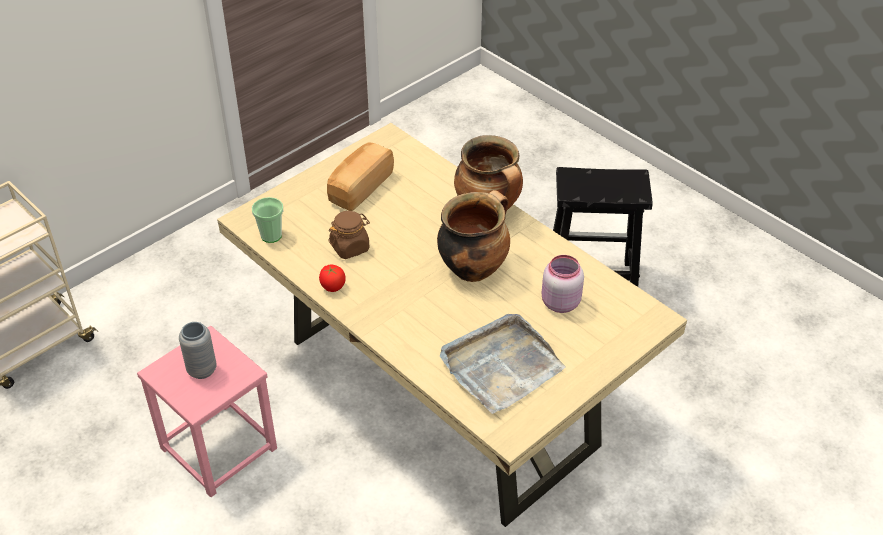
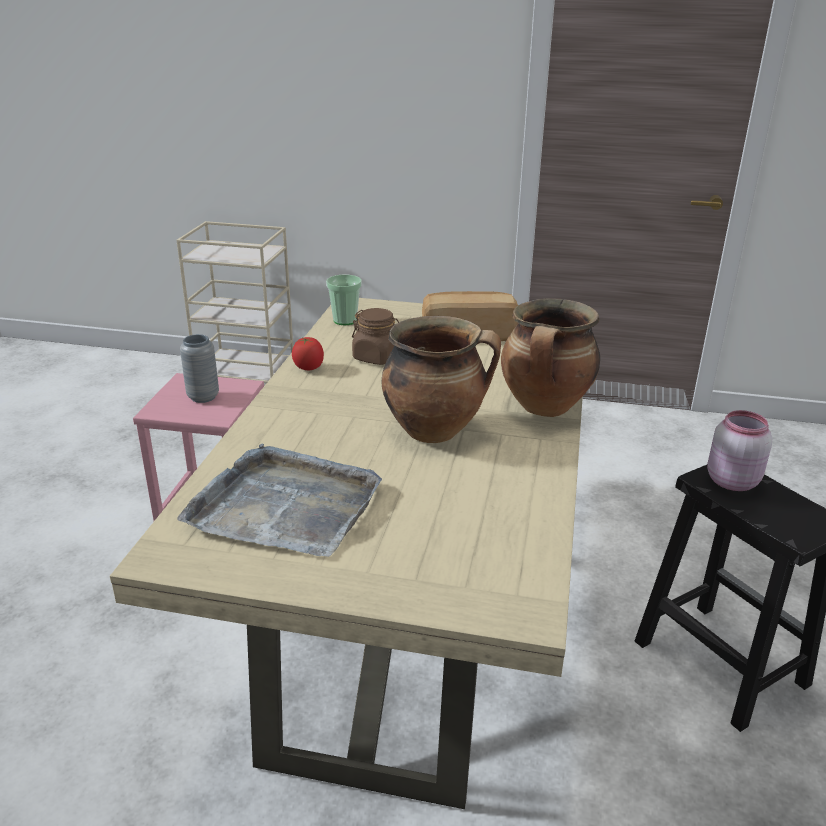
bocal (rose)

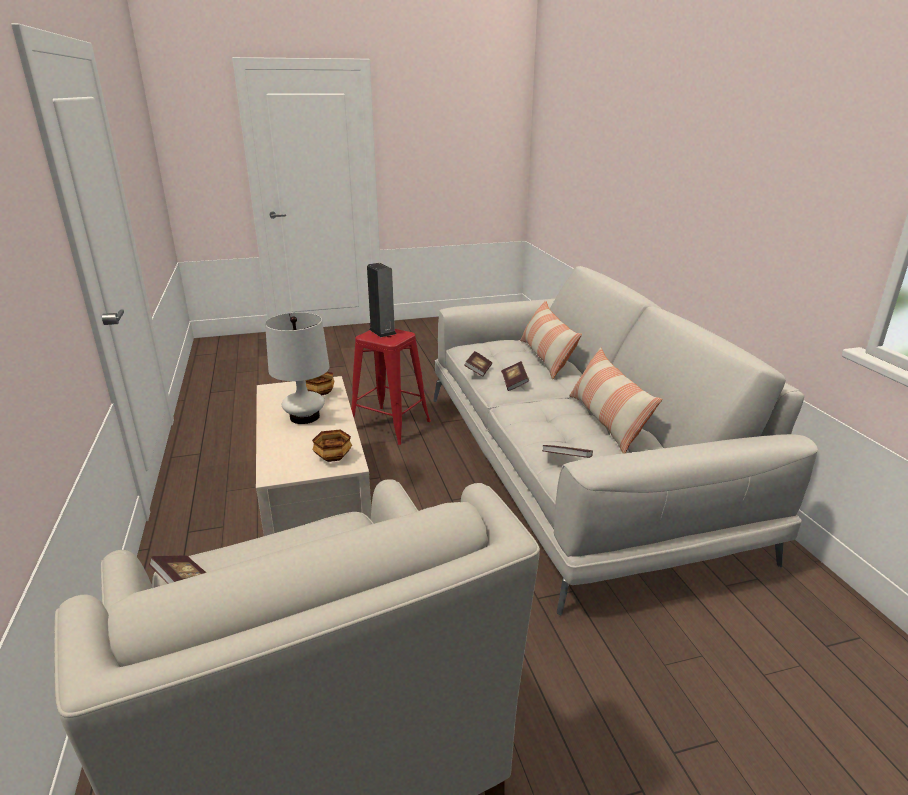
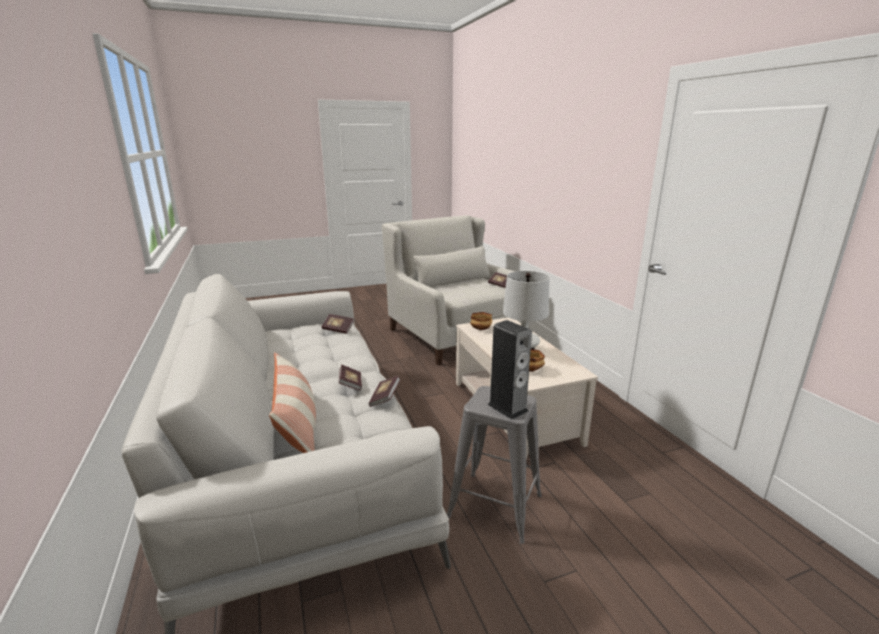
coussin (2nd from left in the first image)
tabouret (gris)

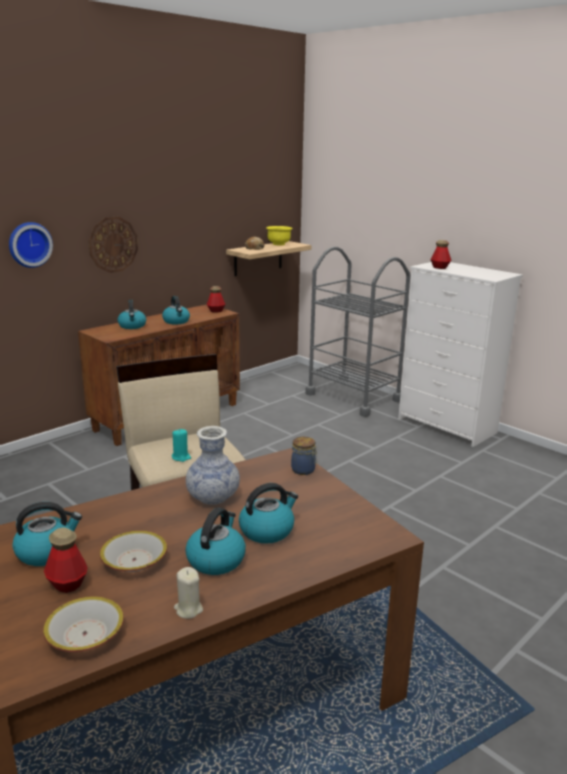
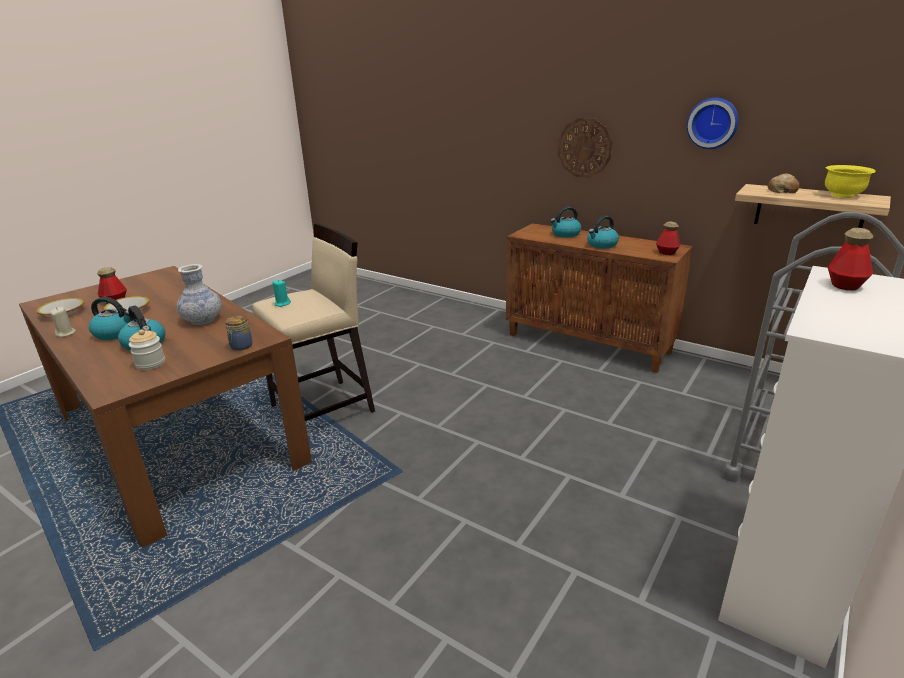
bouilloire (1st from left in the first image)
bocal (1st from left)
horloge murale (2nd from left)

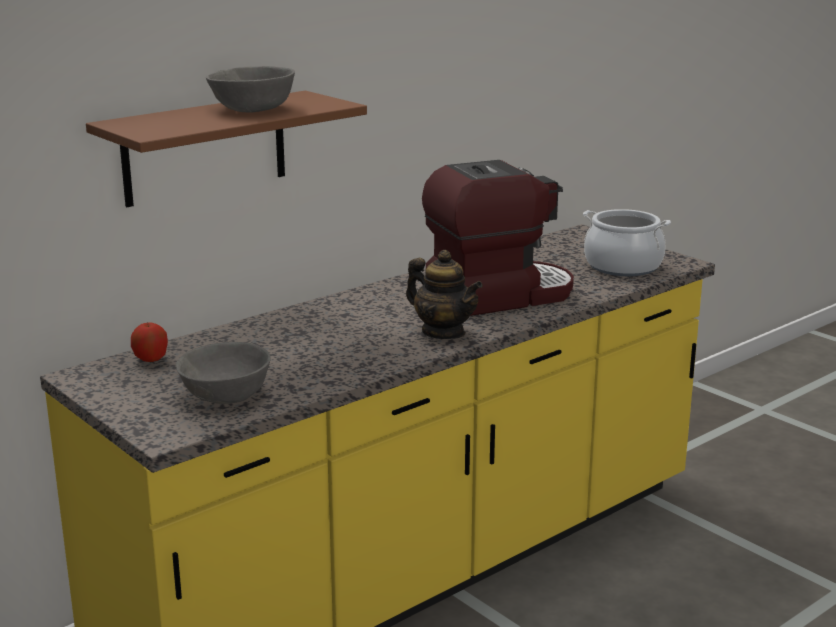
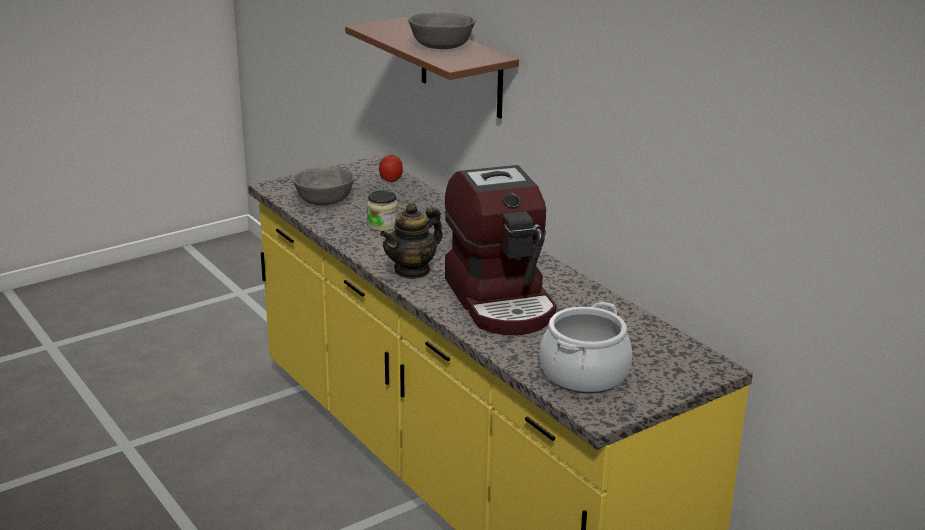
bocal

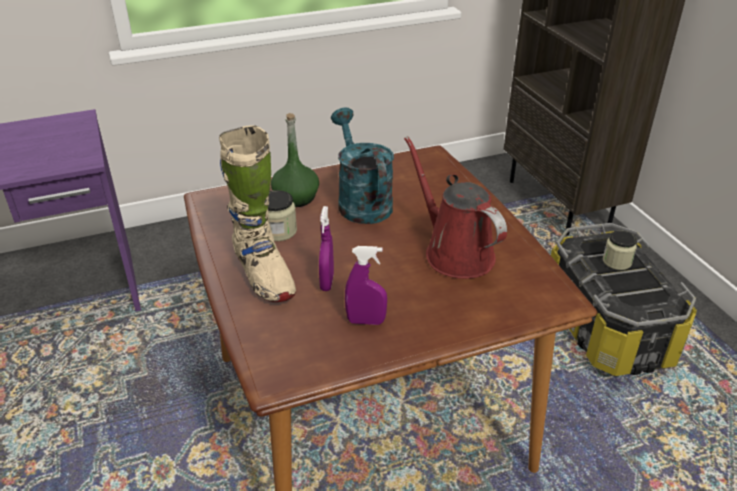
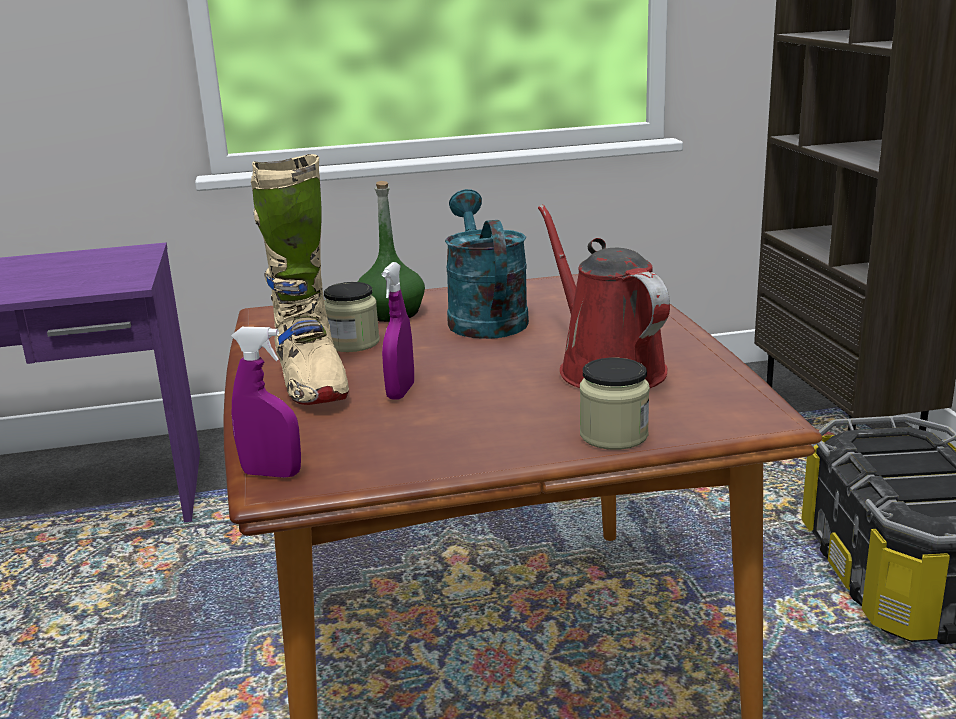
vaporisateur (violet) (1st from left)
bocal (2nd from left)

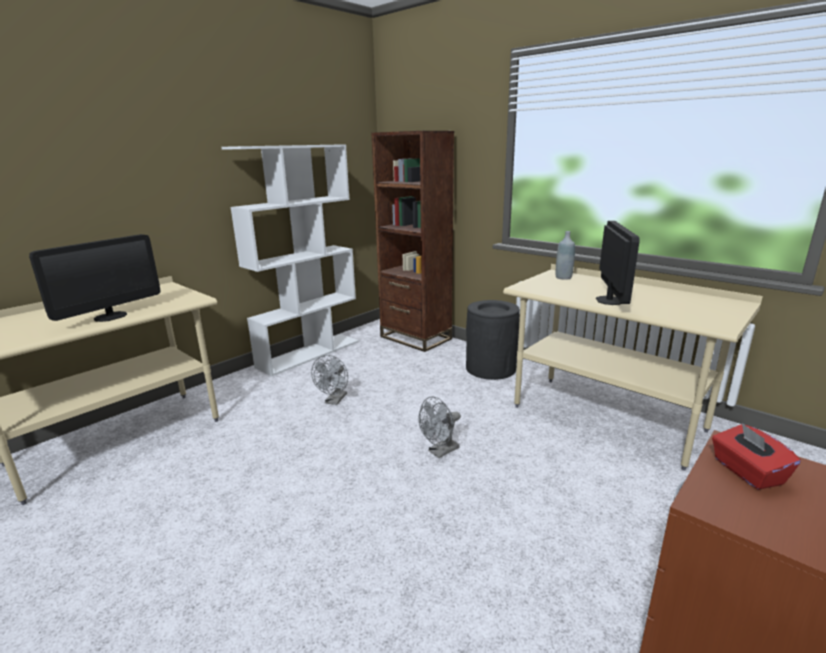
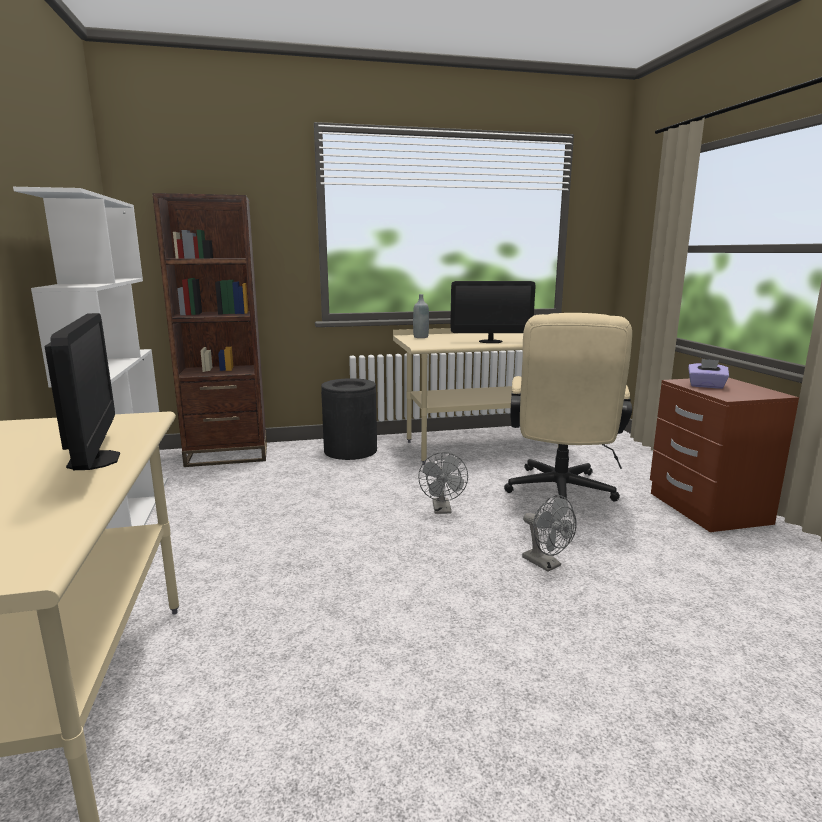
chaise de bureau (beige)
ventilateur (gris) (2nd from left)
boîte à mouchoirs (violet)
écran d'ordinateur (2nd from left)

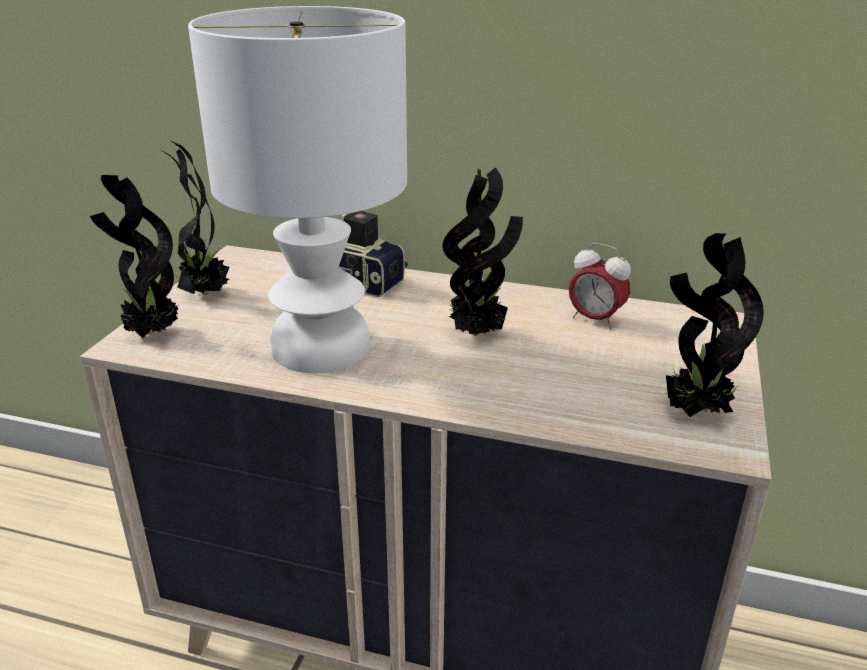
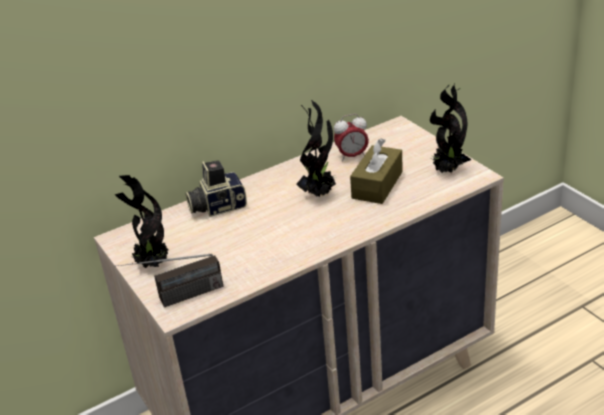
lampe de table (blanc)
boîte à mouchoirs (marron)
radio

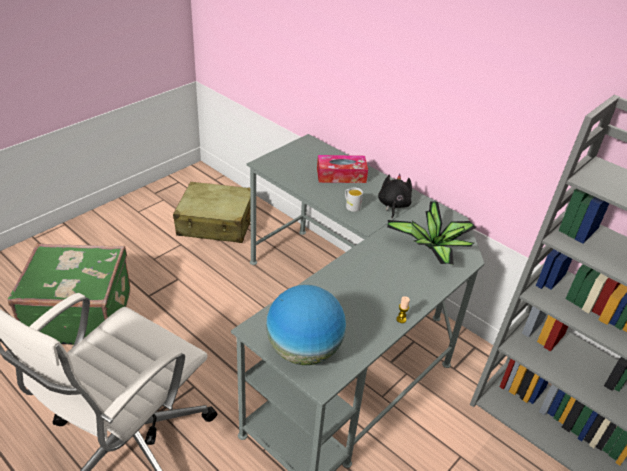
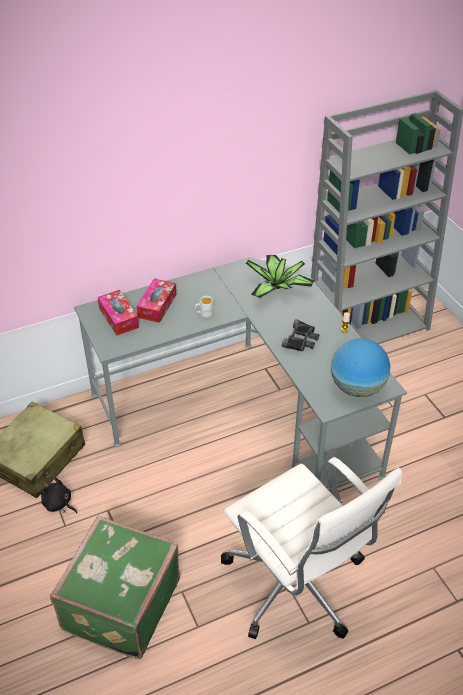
boîte à mouchoirs (1st from left)
jumelles (noir)
peluche (noir)

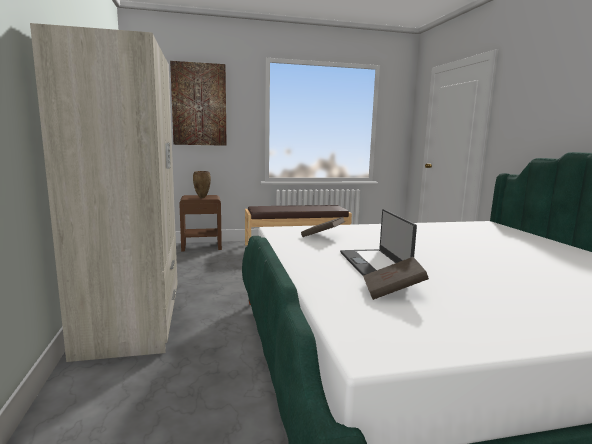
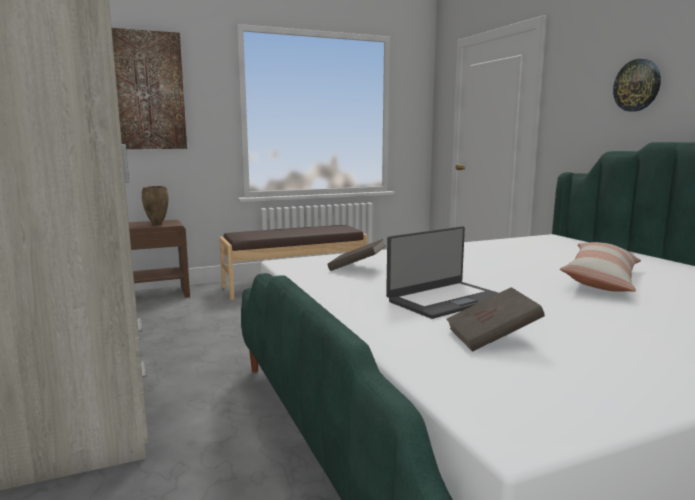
coussin
horloge murale
ordinateur portable

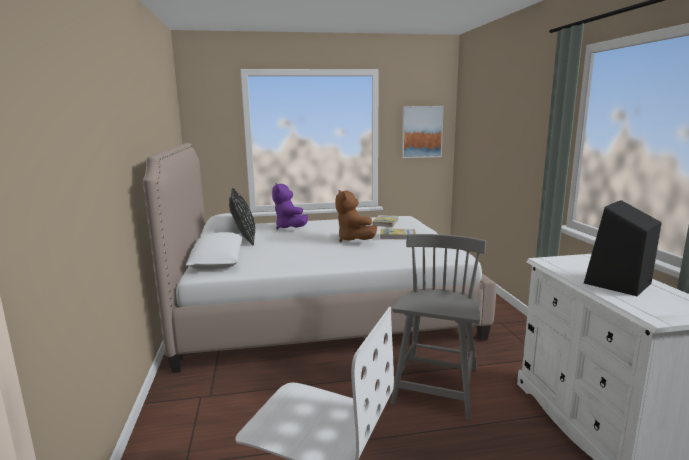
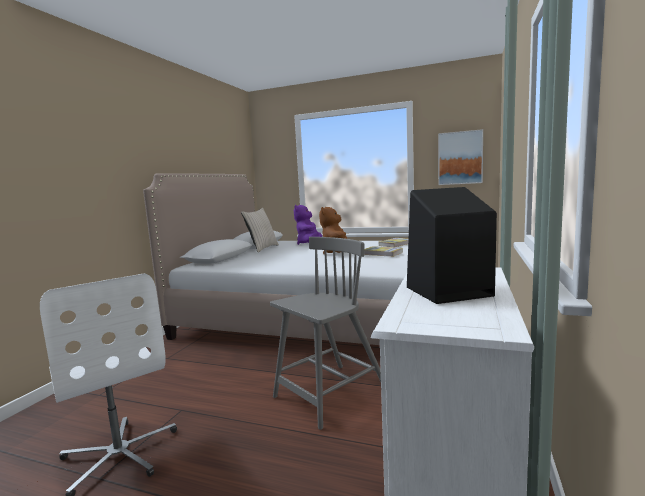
coussin (beige)

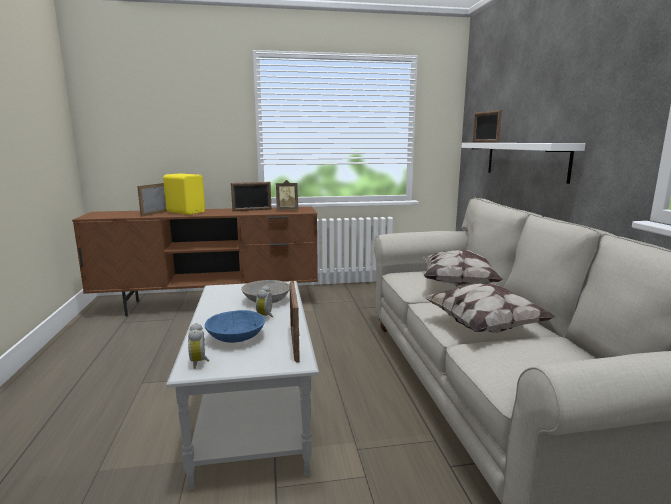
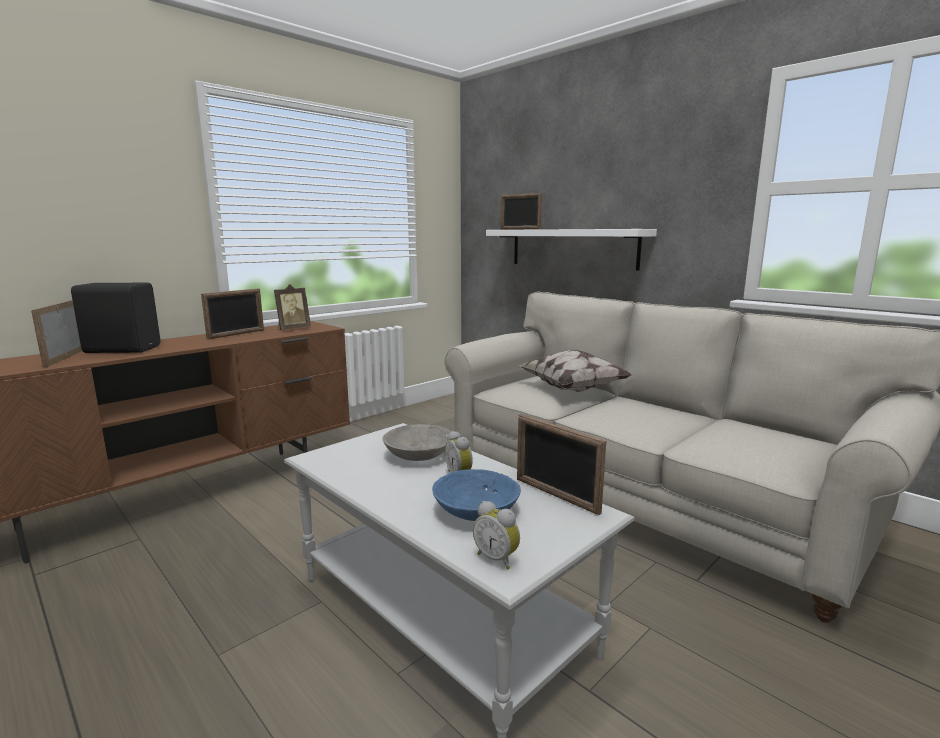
coussin (2nd from left in the first image)
enceinte (noir)

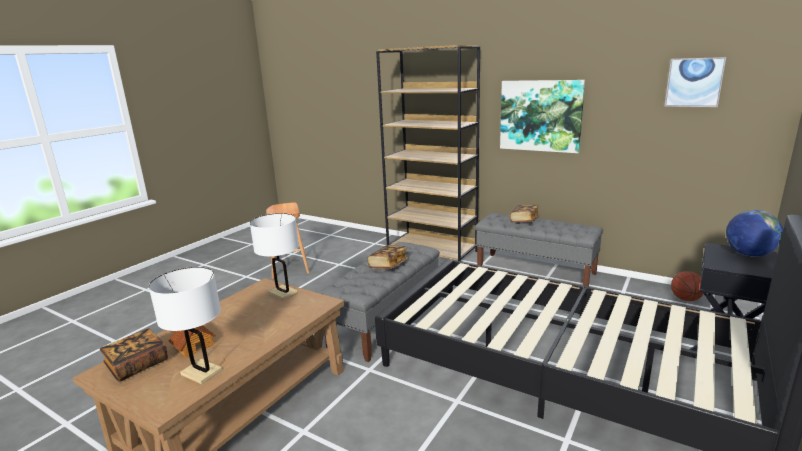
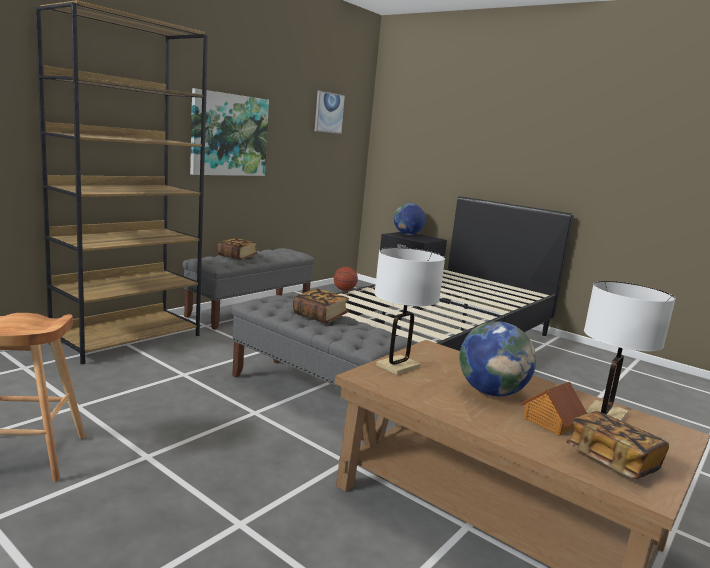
globe (2nd from left)

